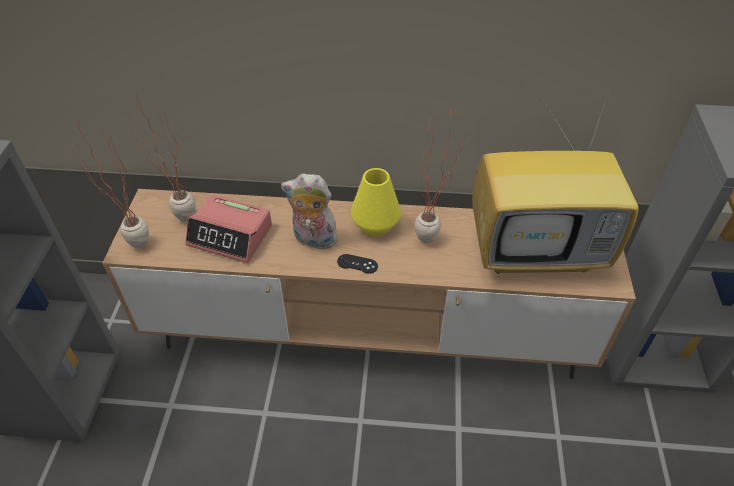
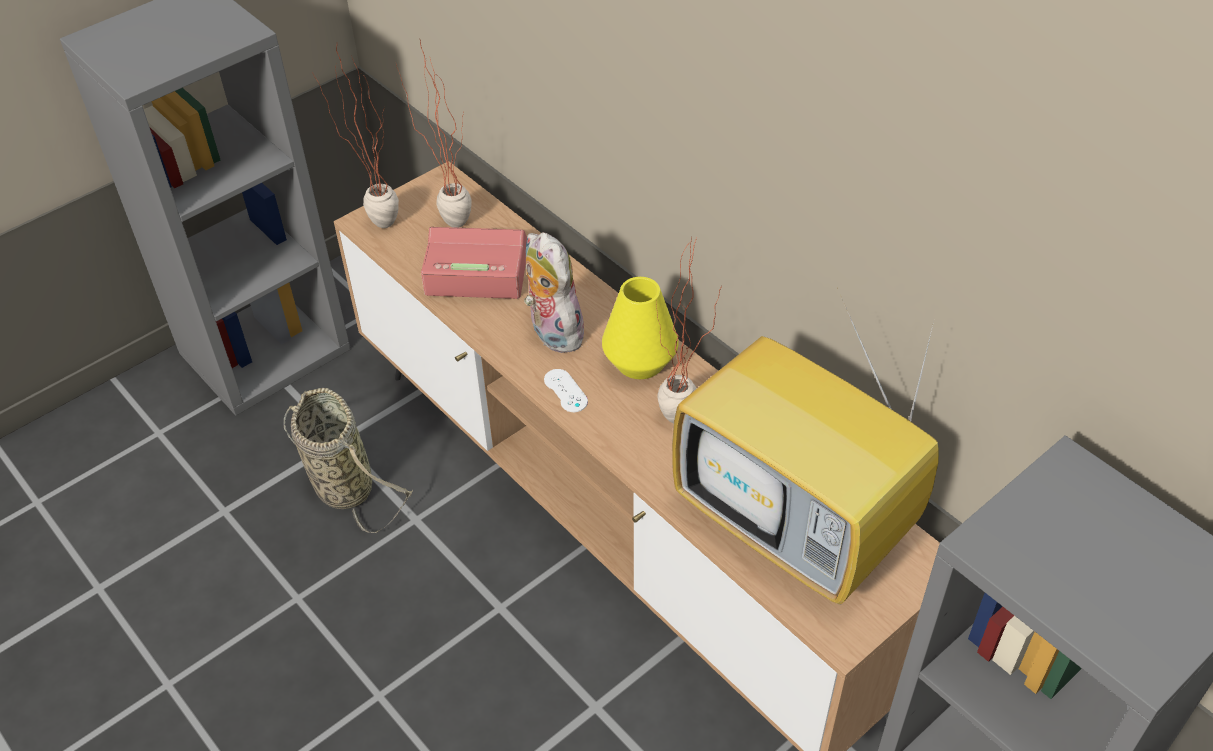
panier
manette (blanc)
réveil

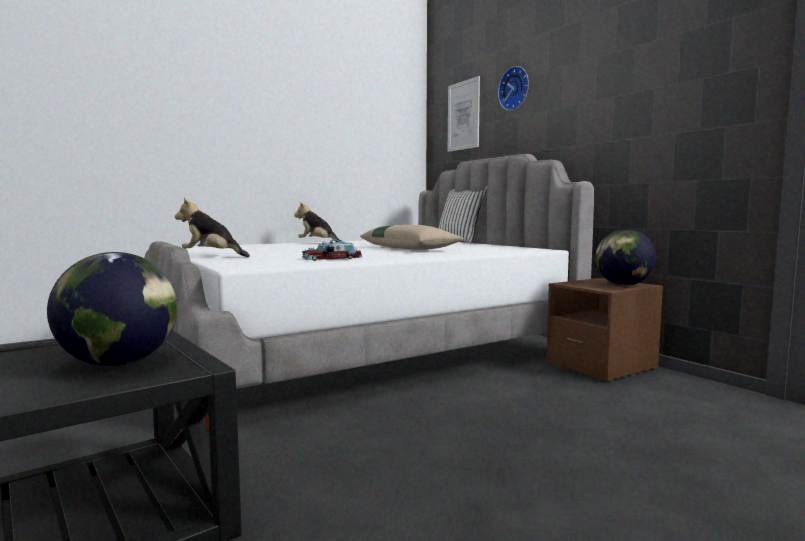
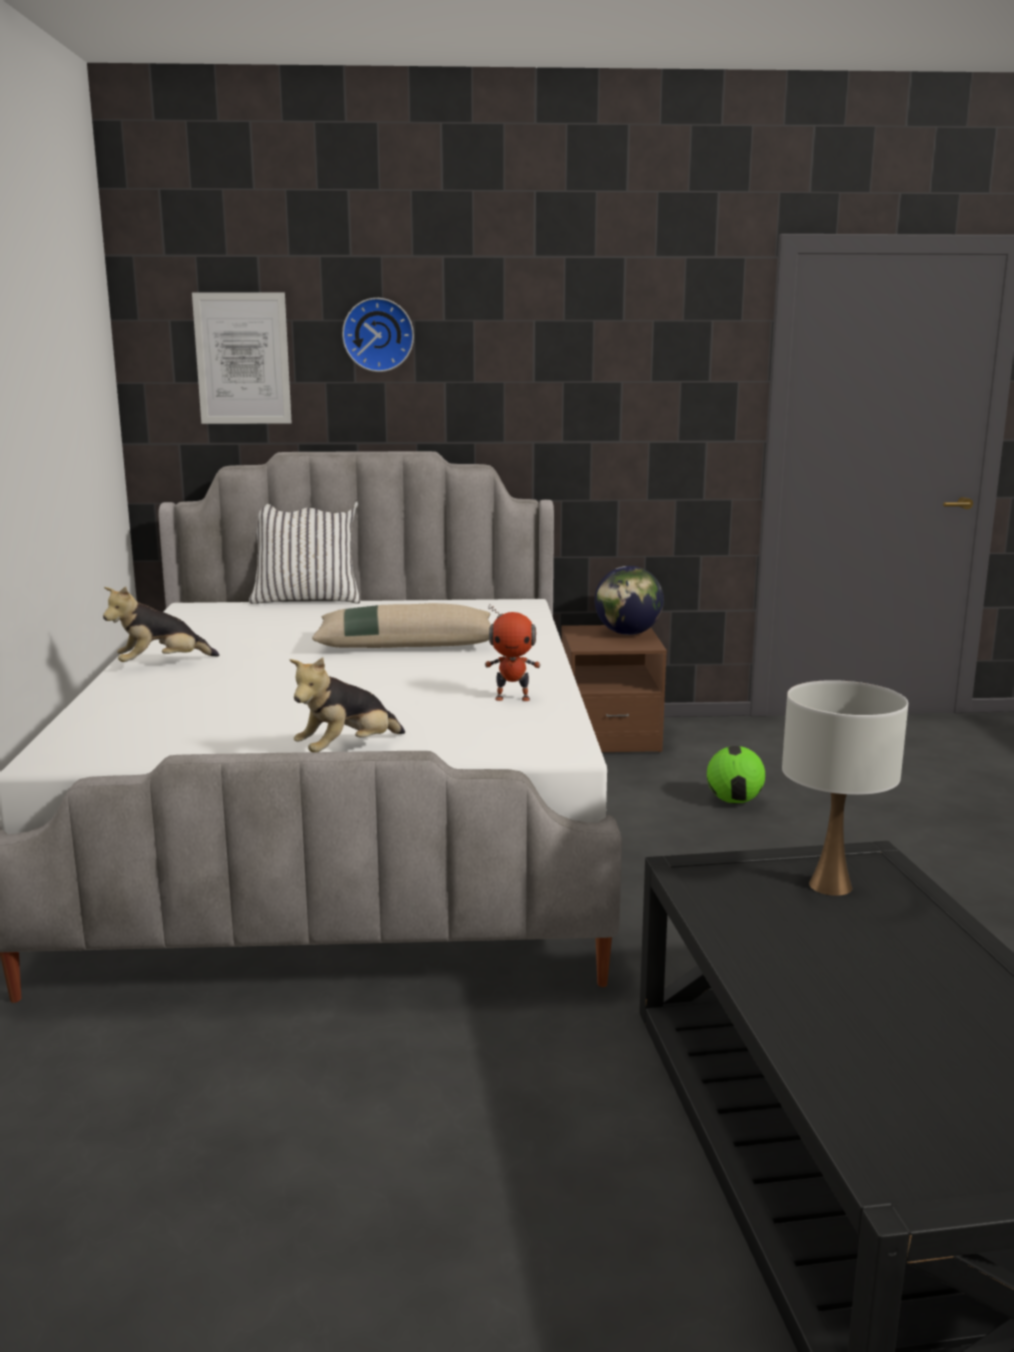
ballon de foot
lampe de table (blanc)
robot jouet

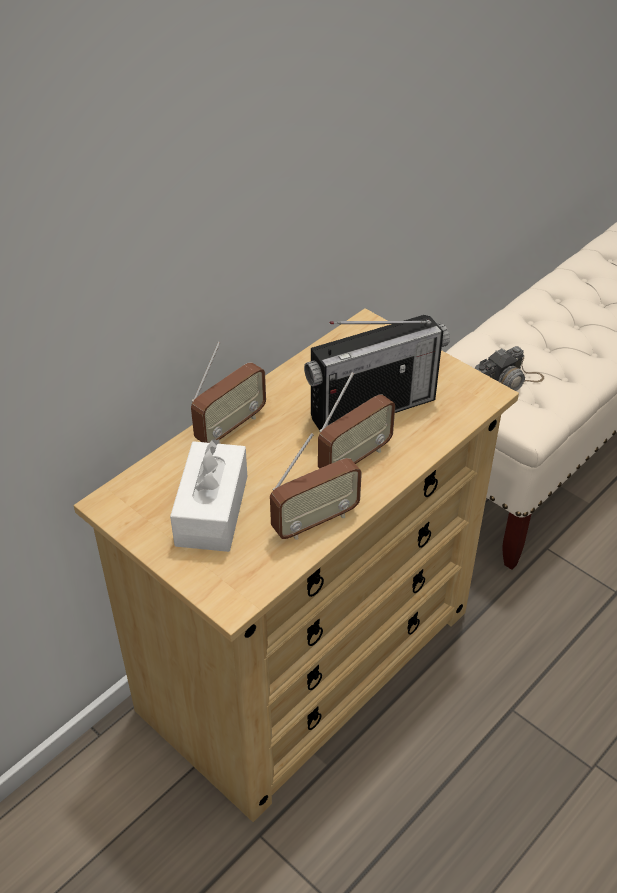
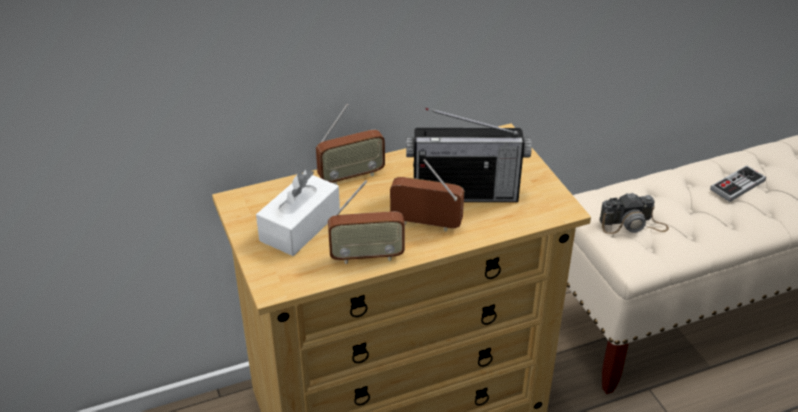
manette
radio (3rd from left)

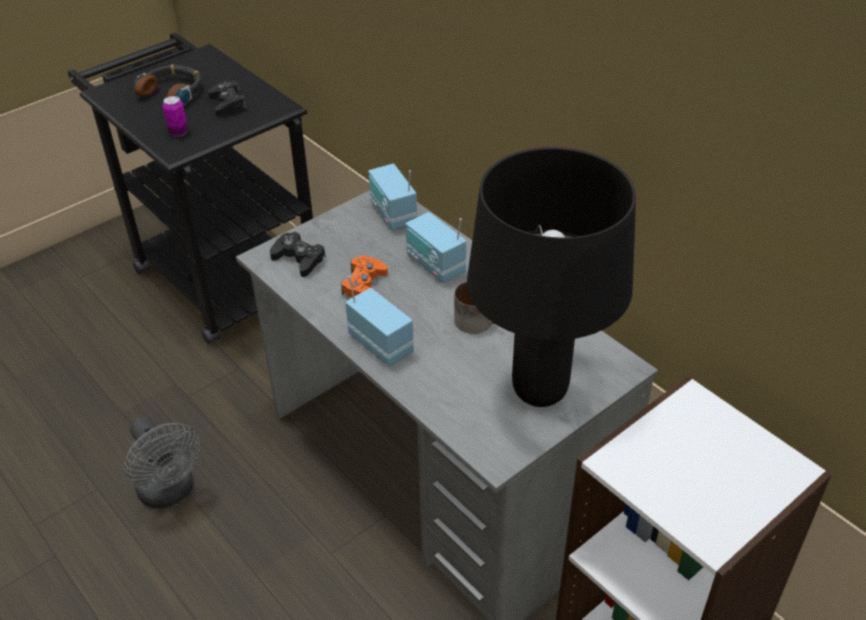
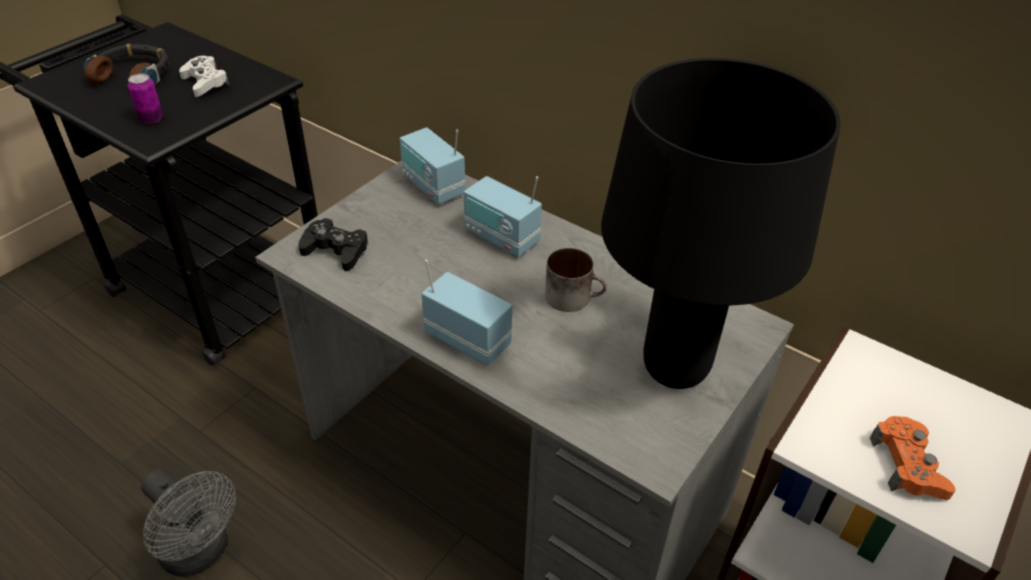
manette (orange)
manette (blanc)

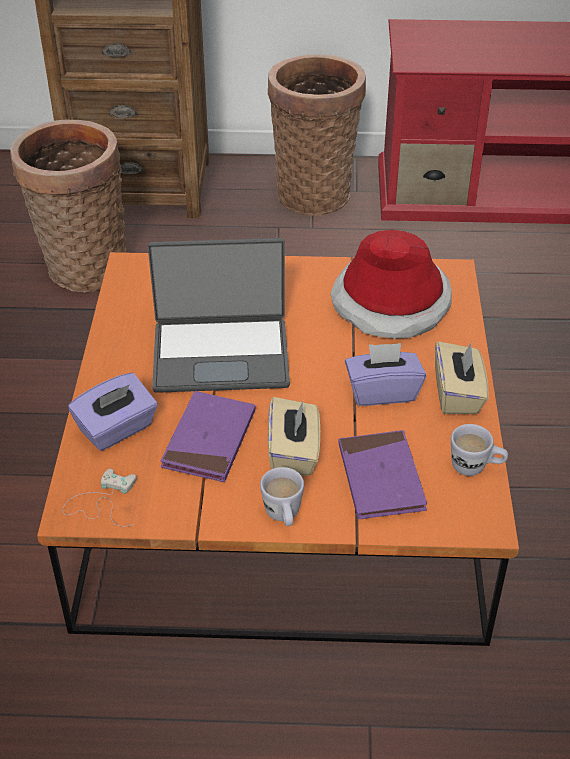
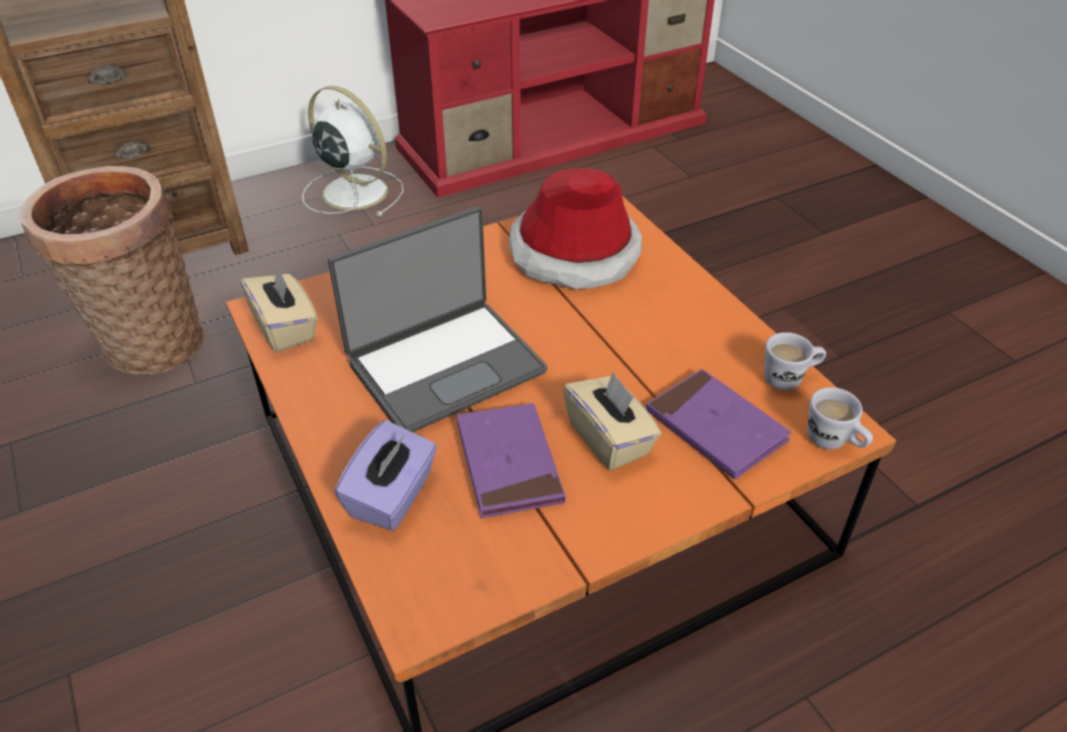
manette (blanc)
boîte à mouchoirs (violet) (2nd from left in the first image)
mug (blanc) (2nd from left)
boîte à mouchoirs (beige) (1st from left)
ventilateur (blanc)

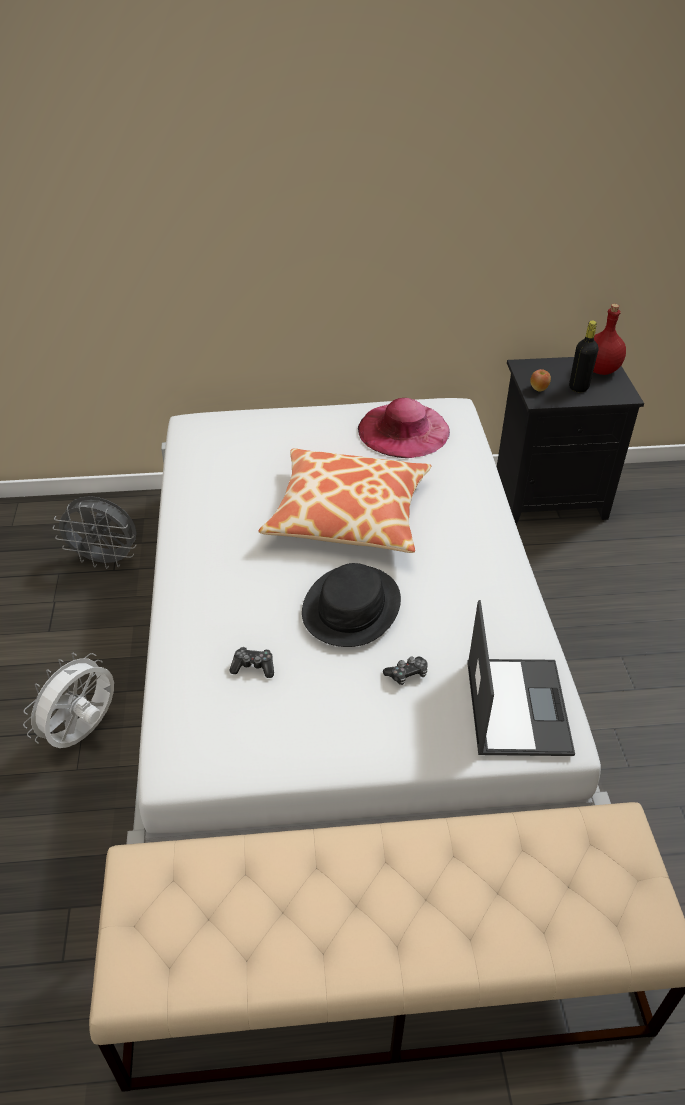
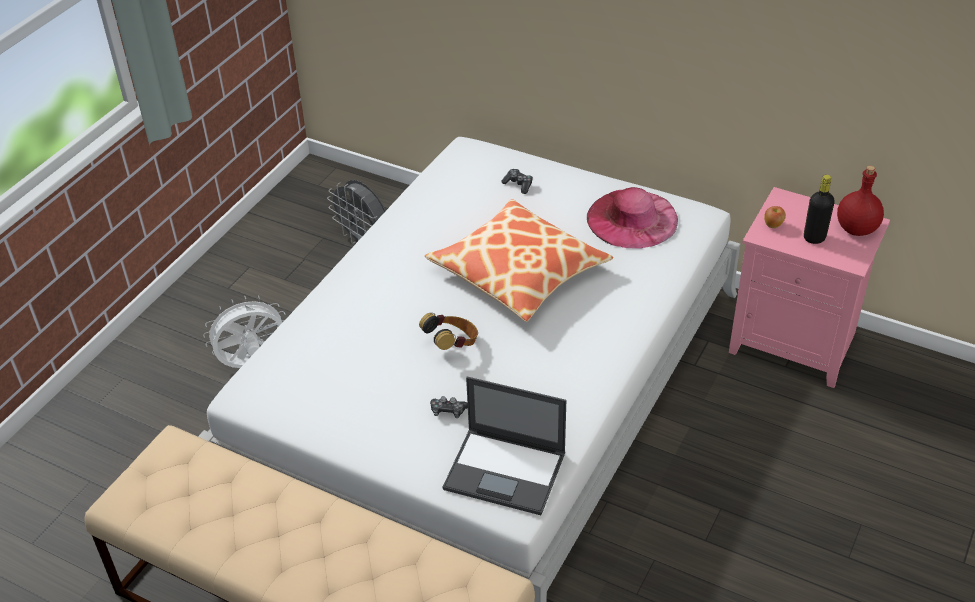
manette (2nd from left)
casque audio
table de chevet (rose)
ordinateur portable

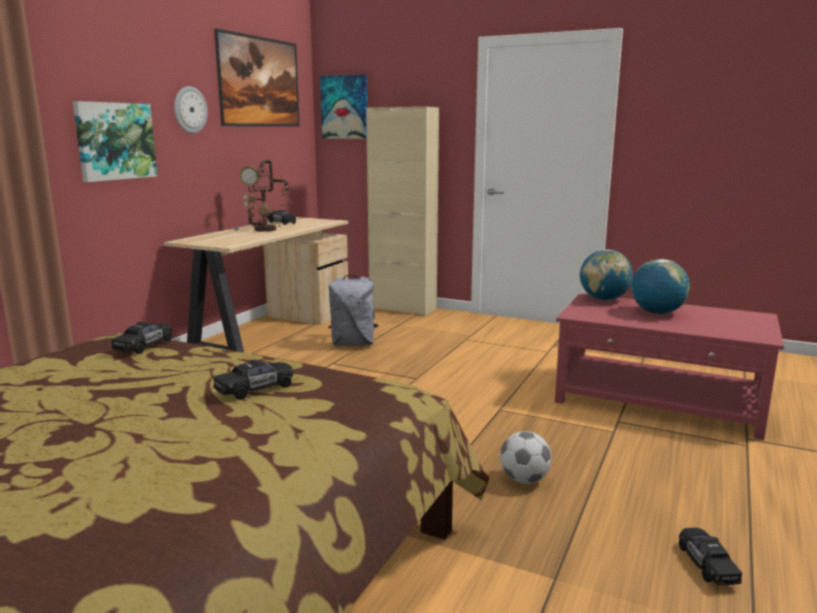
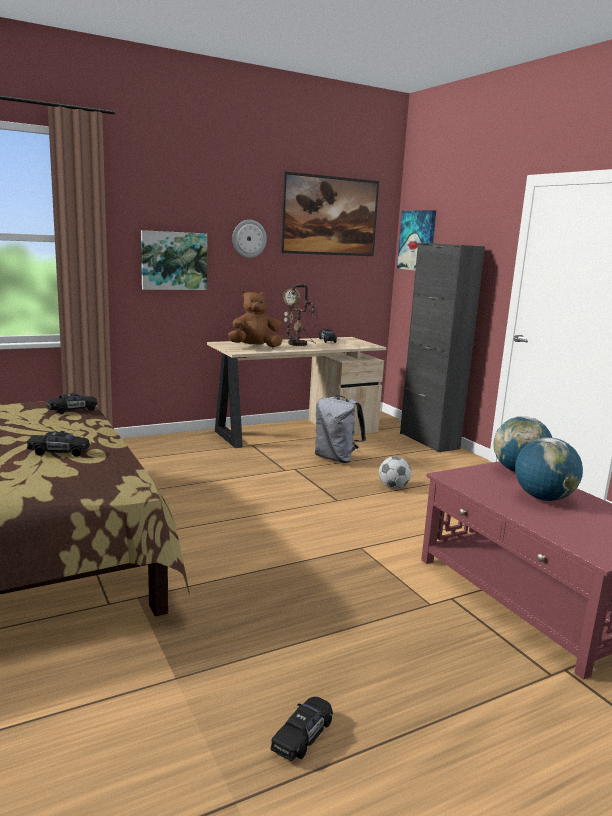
peluche (marron)
ballon de foot
meuble de rangement (noir)

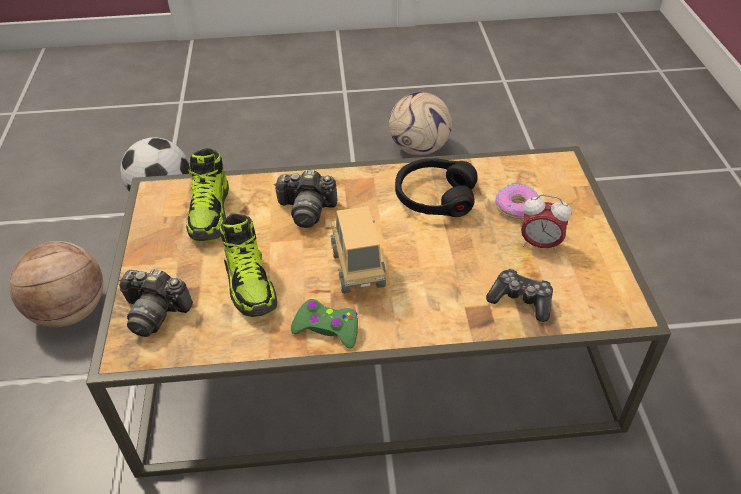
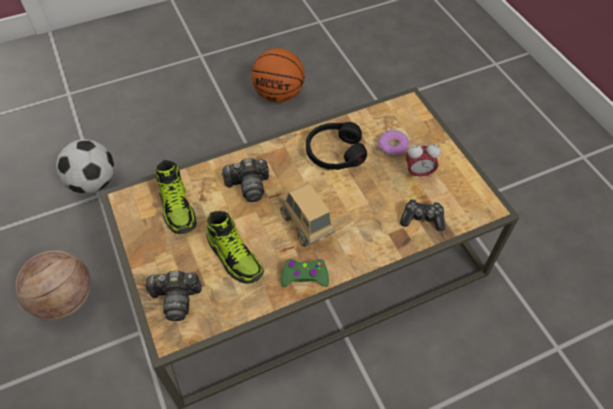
ballon de basket (2nd from left)

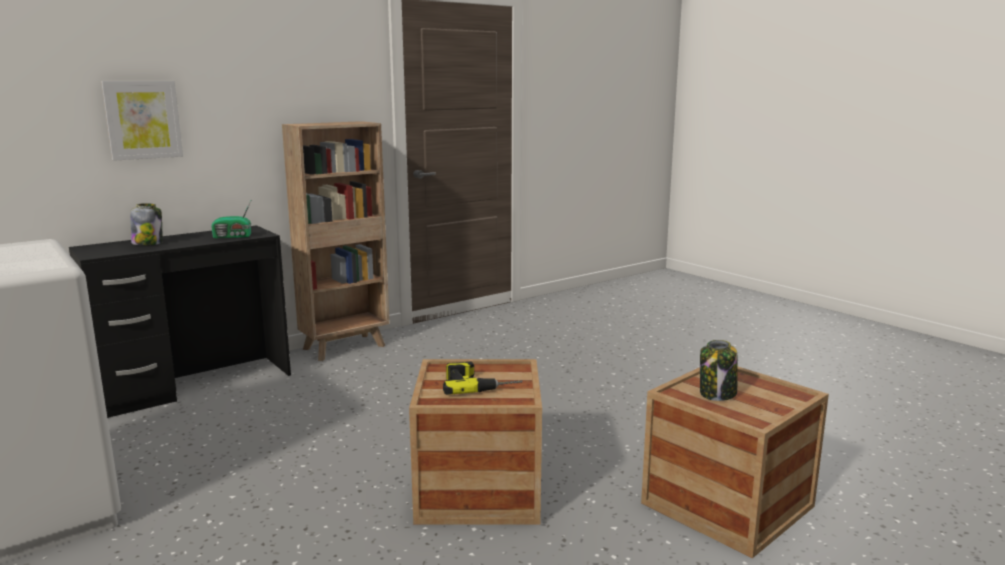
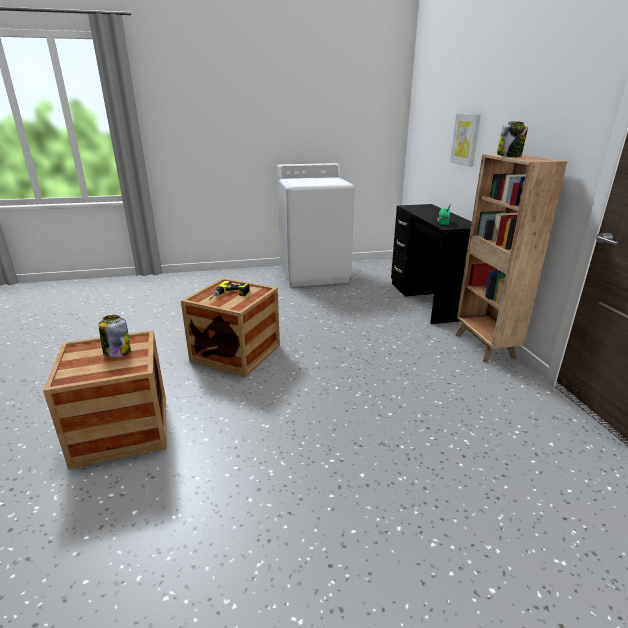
bocal (2nd from left)

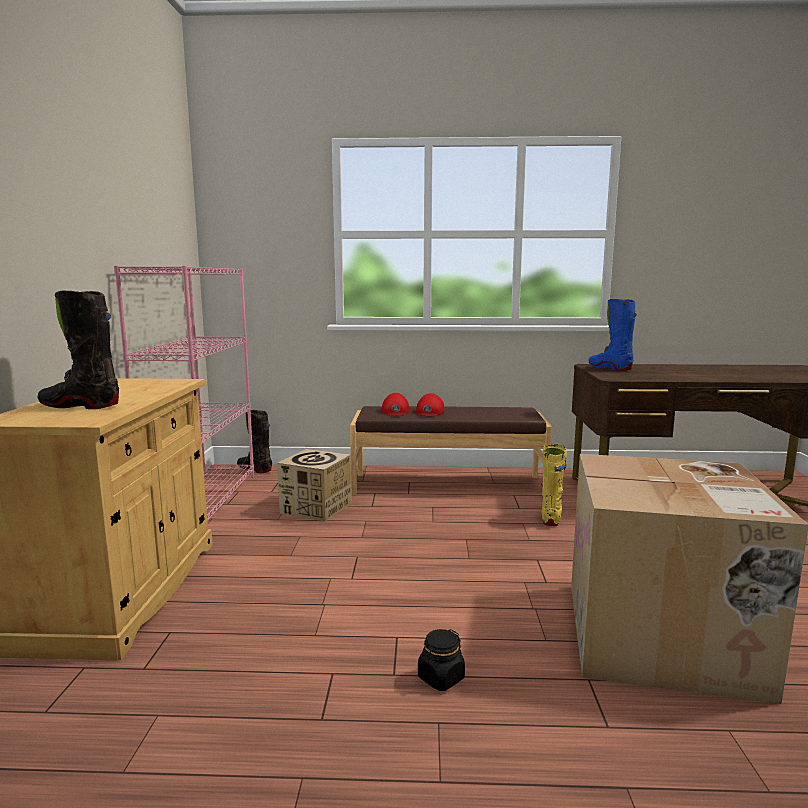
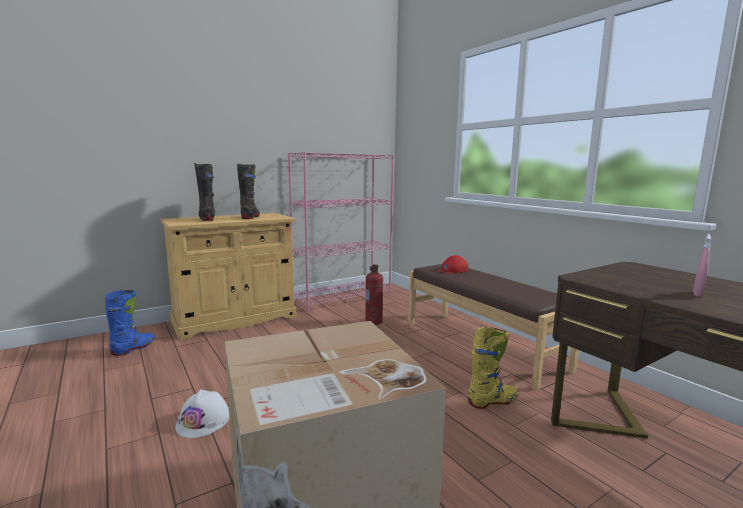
casquette (rouge) (2nd from left in the first image)
vaporisateur (rose)
botte (noir) (2nd from left)
botte (bleu)
extincteur
casque de chantier (blanc)

